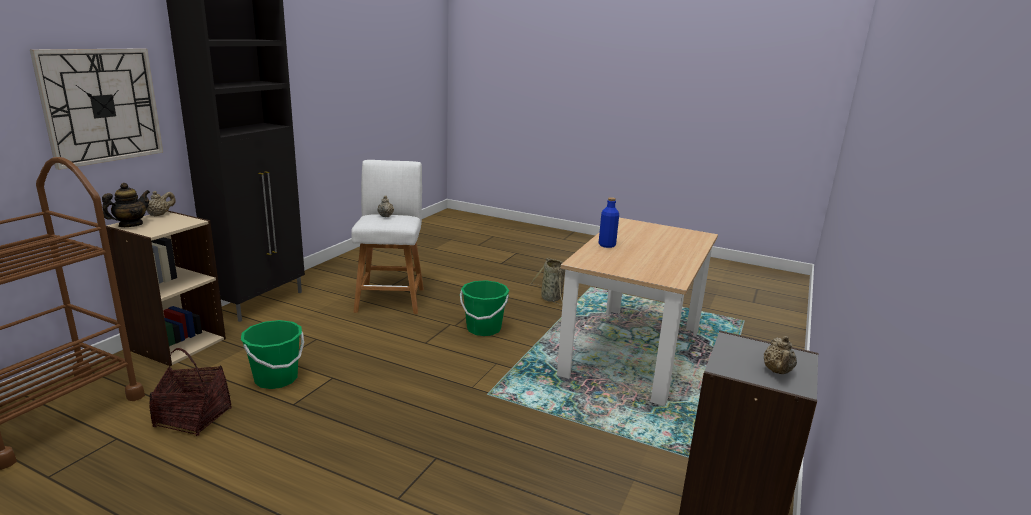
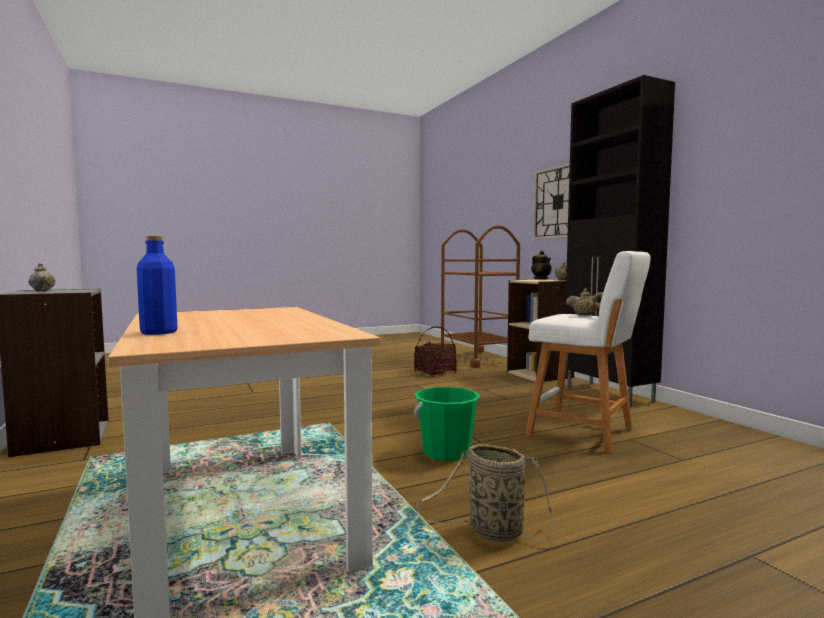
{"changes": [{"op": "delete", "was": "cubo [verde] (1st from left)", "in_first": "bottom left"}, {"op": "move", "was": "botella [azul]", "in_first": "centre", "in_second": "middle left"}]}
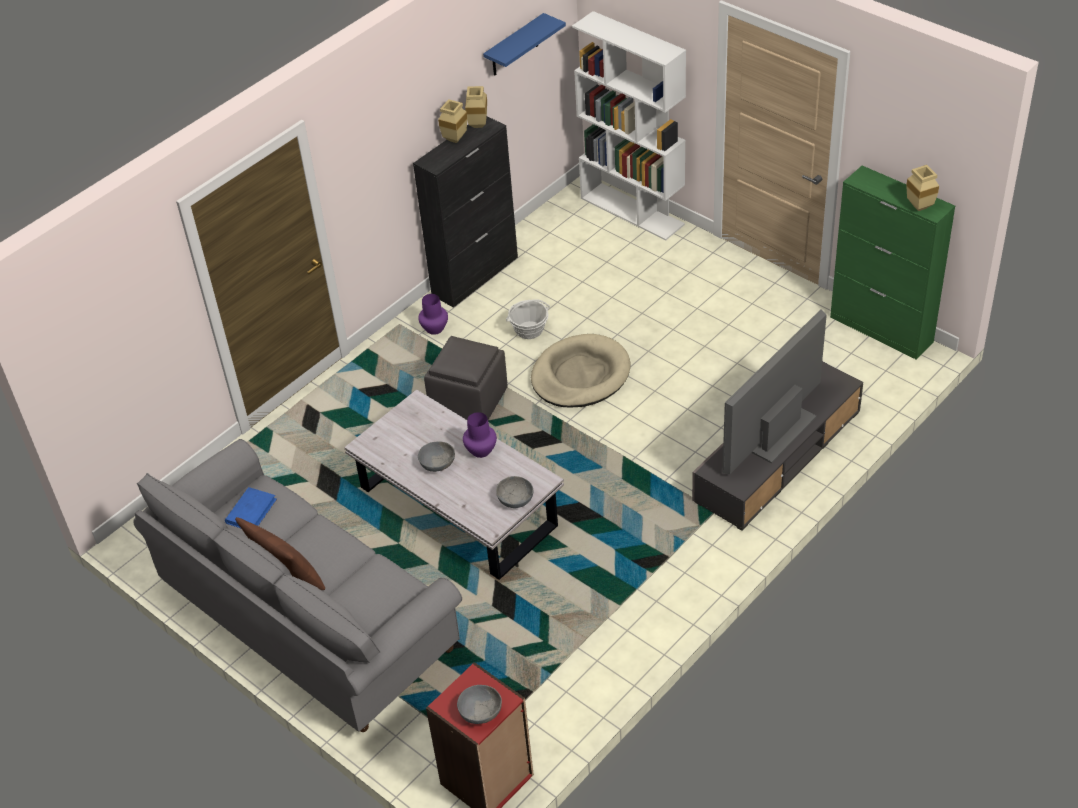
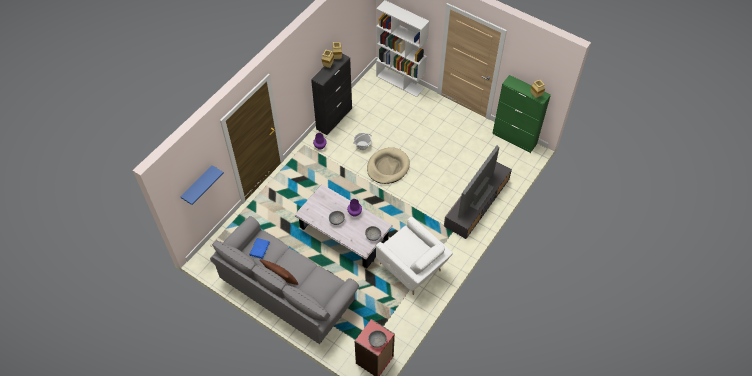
{"changes": [{"op": "delete", "was": "puf [gris]", "in_first": "centre"}, {"op": "insert", "now": "sillón [blanco]", "in_second": "bottom centre"}, {"op": "move", "was": "estante [azul]", "in_first": "top centre", "in_second": "middle left"}]}
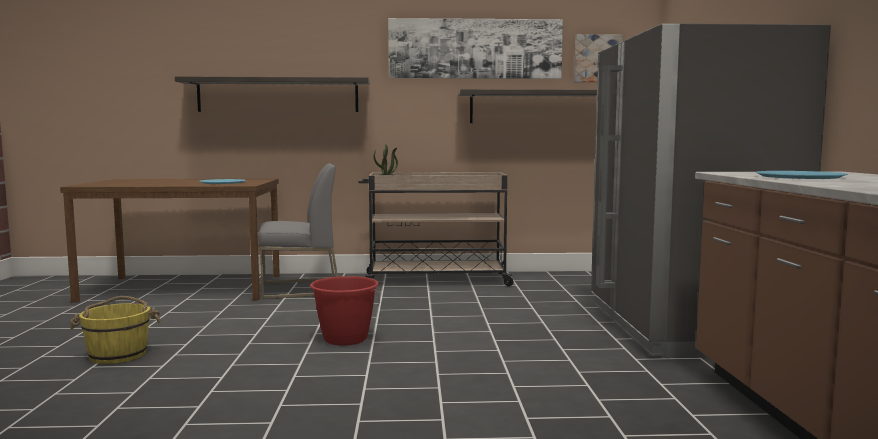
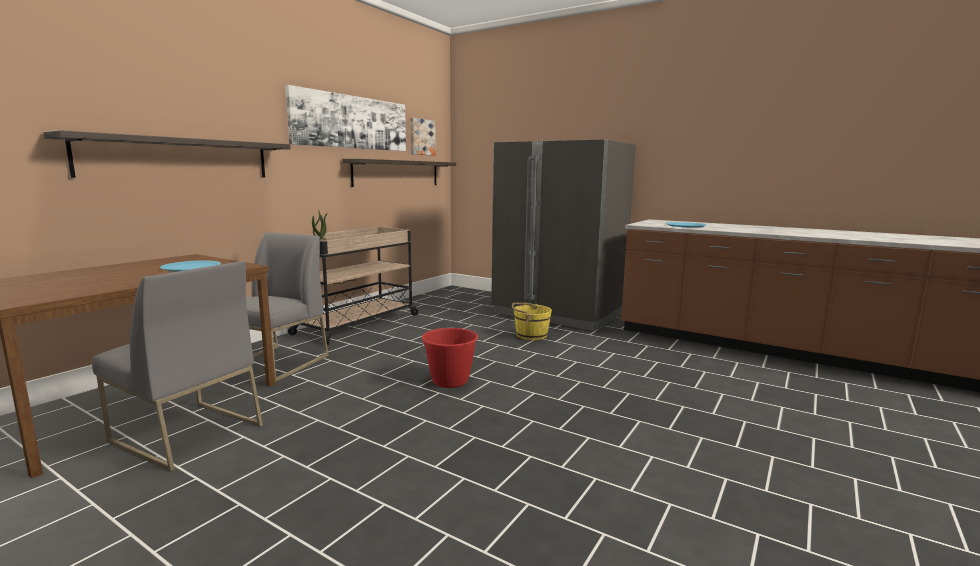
{"changes": [{"op": "insert", "now": "silla [gris] (1st from left)", "in_second": "middle left"}, {"op": "move", "was": "cubo [amarillo]", "in_first": "bottom left", "in_second": "centre"}]}
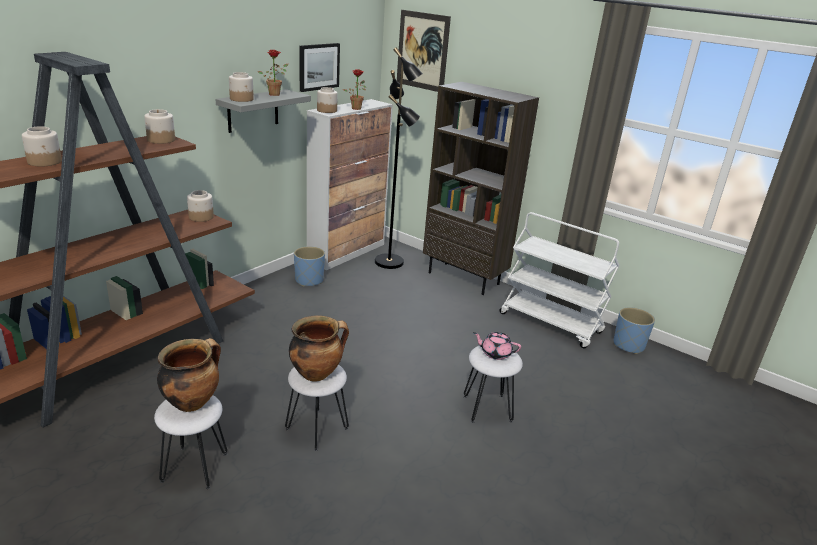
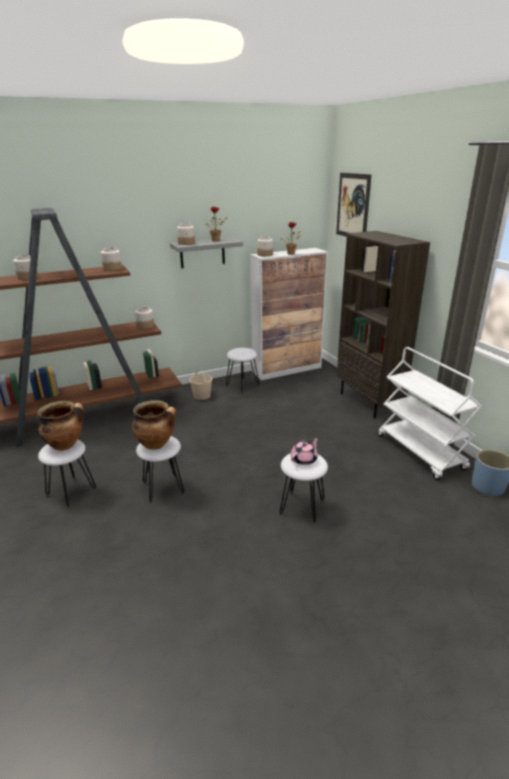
{"changes": [{"op": "delete", "was": "cuadro (1st from left)", "in_first": "top centre"}, {"op": "delete", "was": "lámpara de pie [negro]", "in_first": "top centre"}, {"op": "insert", "now": "cubo [beis]", "in_second": "centre"}, {"op": "replace", "was": "maceta [azul] (1st from left)", "now": "taburete [blanco] (3rd from left)", "in_first": "centre", "in_second": "centre"}, {"op": "rotate", "was": "tetera [rosa]", "in_first": "centre", "in_second": "centre", "clockwise": 90}]}
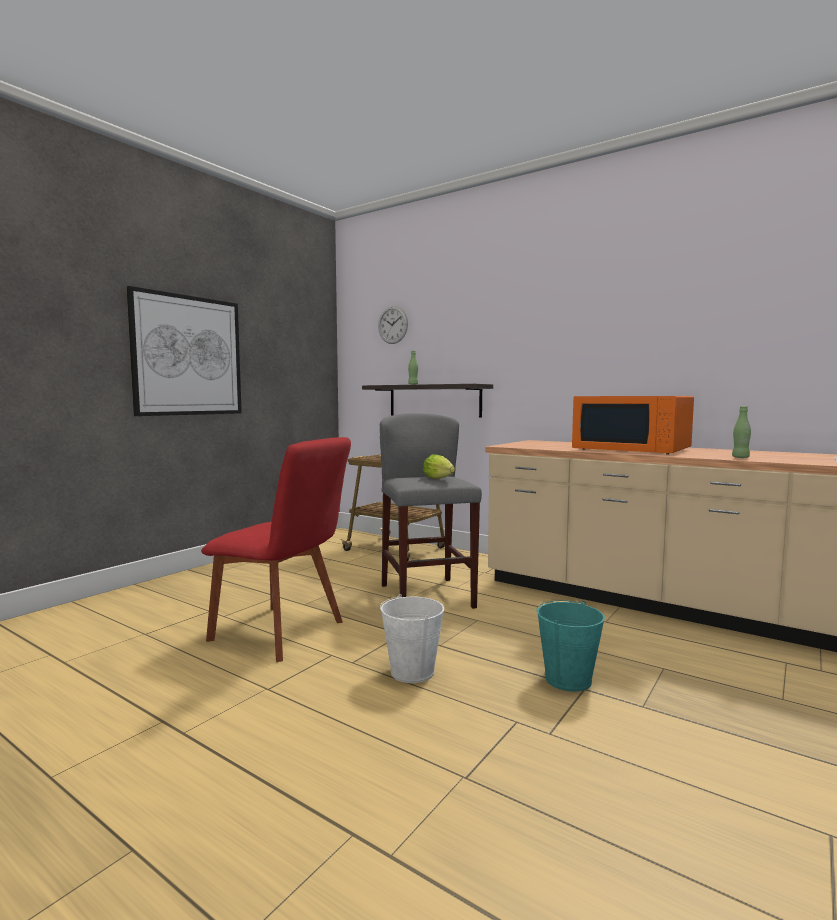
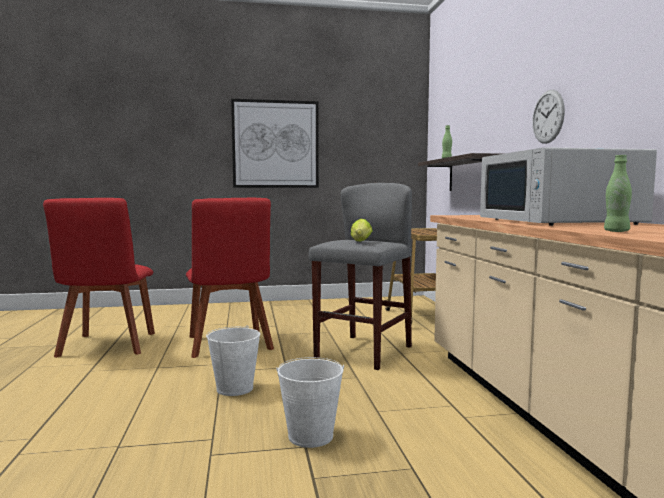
{"changes": [{"op": "insert", "now": "silla [rojo] (1st from left)", "in_second": "middle left"}, {"op": "move", "was": "reloj de pared", "in_first": "centre", "in_second": "top right"}, {"op": "recolor", "was": "cubo [turquesa]", "now": "cubo [blanco] (2nd from left)", "in_first": "bottom right", "in_second": "bottom centre"}, {"op": "recolor", "was": "microondas [naranja]", "now": "microondas [blanco]", "in_first": "middle right", "in_second": "middle right"}]}
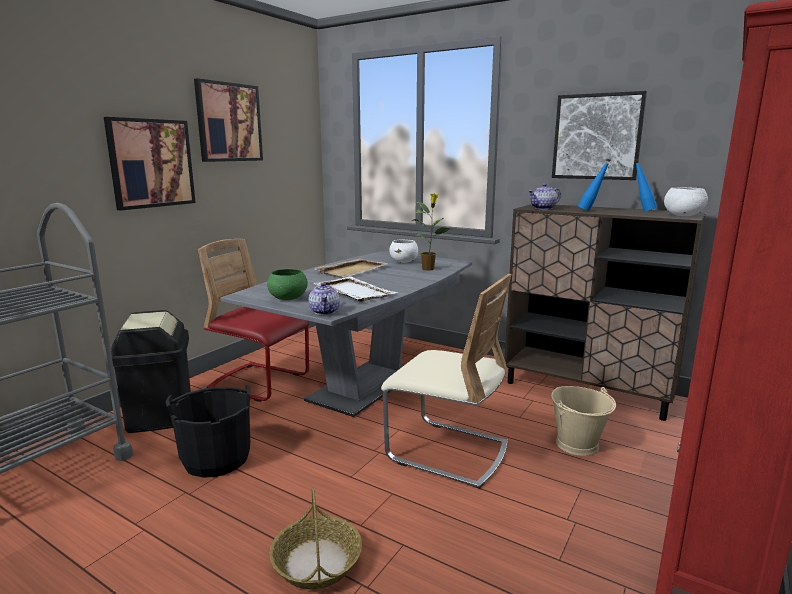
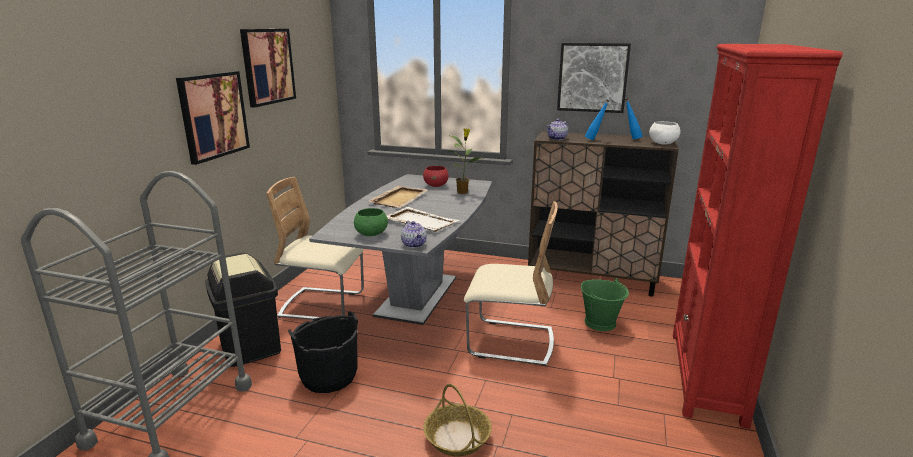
{"changes": [{"op": "recolor", "was": "silla [rojo]", "now": "silla [beis] (1st from left)", "in_first": "middle left", "in_second": "centre"}, {"op": "recolor", "was": "cuenco [blanco] (1st from left)", "now": "cuenco [rojo]", "in_first": "centre", "in_second": "centre"}, {"op": "recolor", "was": "cubo [beis]", "now": "cubo [verde]", "in_first": "bottom right", "in_second": "centre"}]}
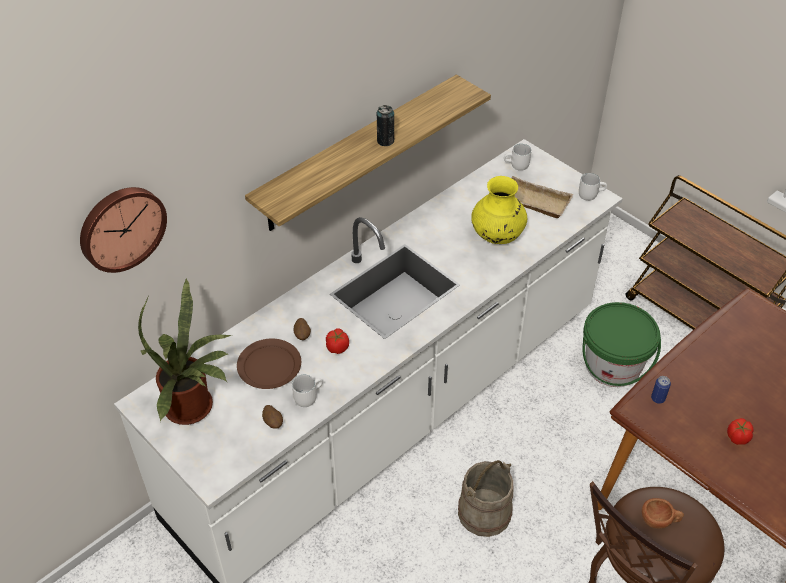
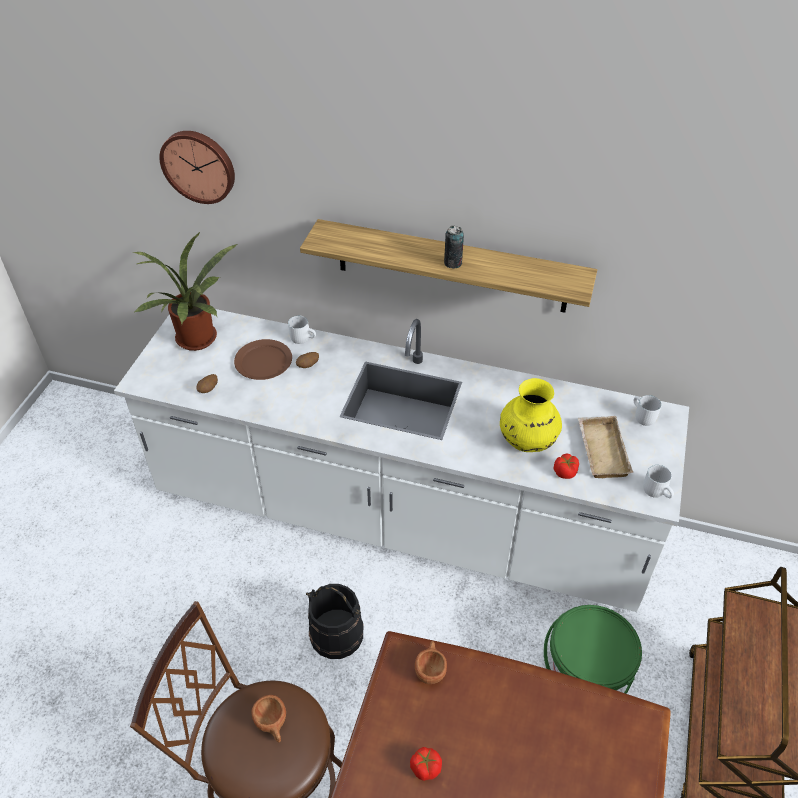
{"changes": [{"op": "move", "was": "taza grande [blanco] (1st from left)", "in_first": "bottom centre", "in_second": "centre"}, {"op": "move", "was": "tomate (1st from left in the first image)", "now": "tomate (2nd from left)", "in_first": "centre", "in_second": "middle right"}, {"op": "replace", "was": "lata (2nd from left)", "now": "taza [marrón] (2nd from left)", "in_first": "bottom right", "in_second": "bottom centre"}, {"op": "recolor", "was": "cubo [beis]", "now": "cubo [negro]", "in_first": "bottom centre", "in_second": "bottom centre"}]}
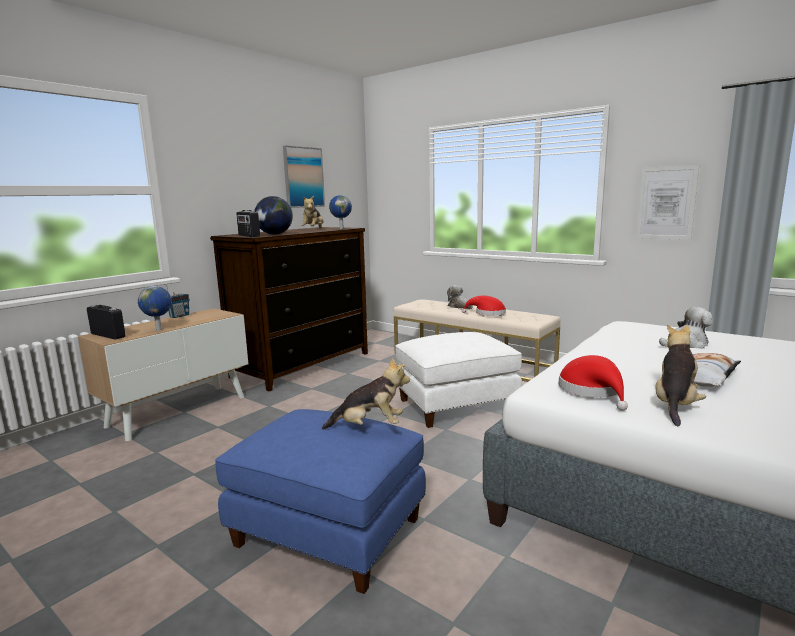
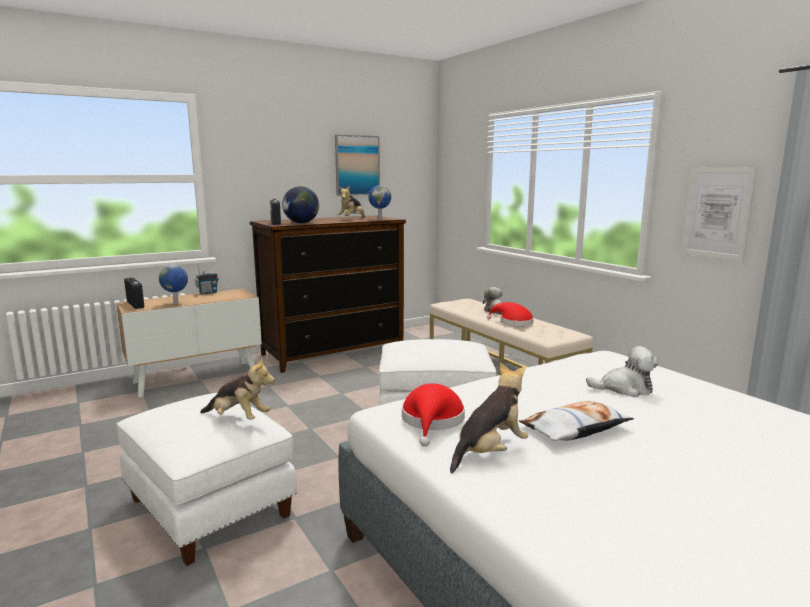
{"changes": [{"op": "recolor", "was": "puf [azul]", "now": "puf [blanco] (1st from left)", "in_first": "bottom centre", "in_second": "bottom left"}]}
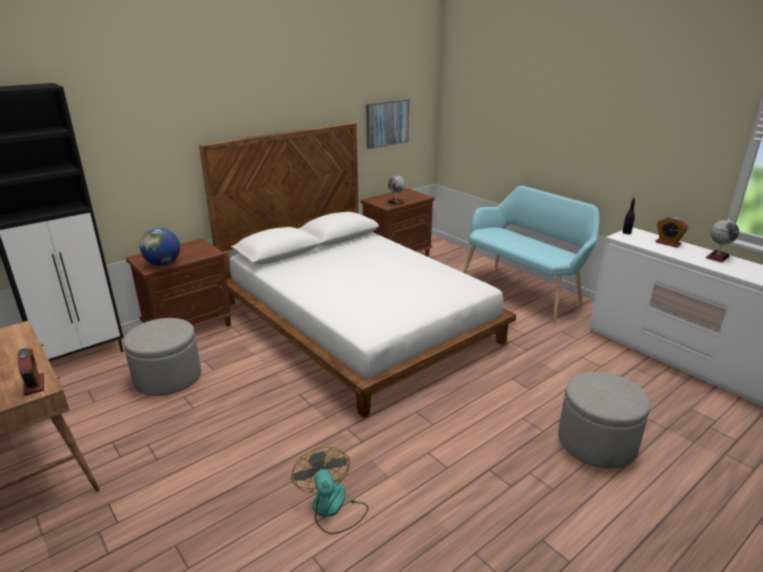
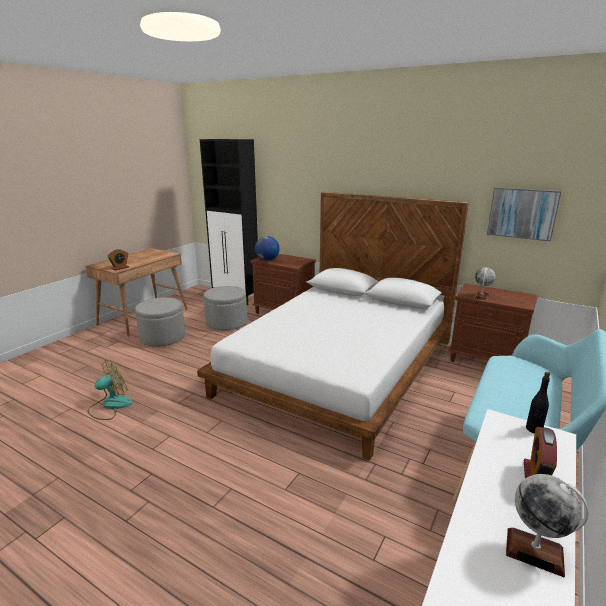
{"changes": [{"op": "move", "was": "puf [gris] (2nd from left in the first image)", "now": "puf [gris] (1st from left)", "in_first": "bottom right", "in_second": "middle left"}]}
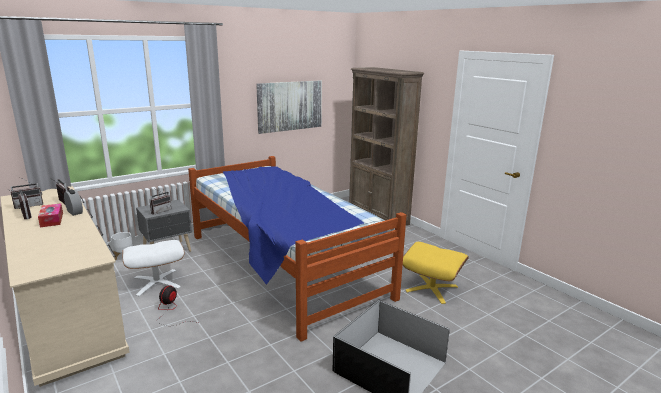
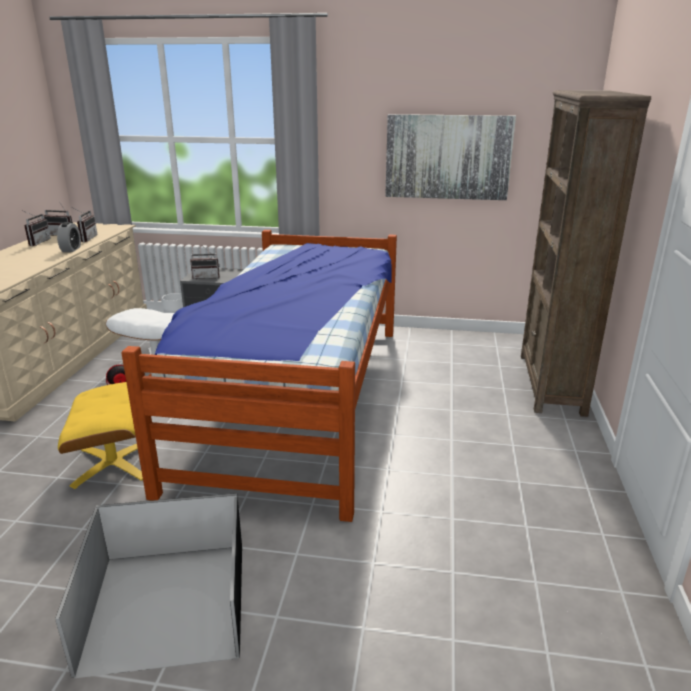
{"changes": [{"op": "delete", "was": "caja de pañuelos", "in_first": "middle left"}, {"op": "move", "was": "puf [amarillo]", "in_first": "bottom centre", "in_second": "middle left"}]}
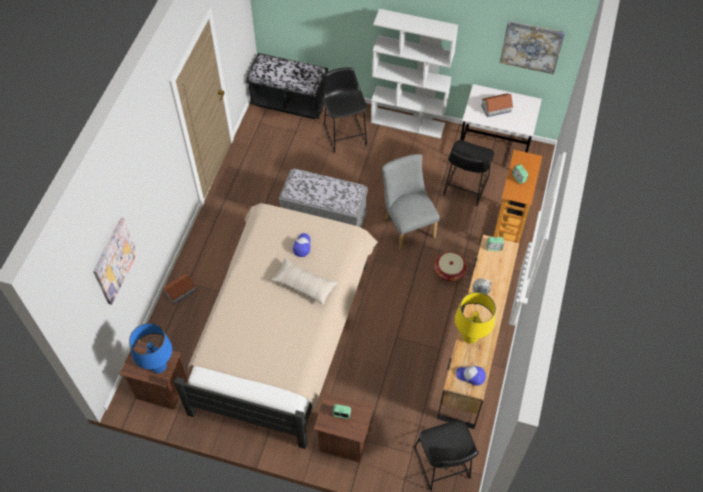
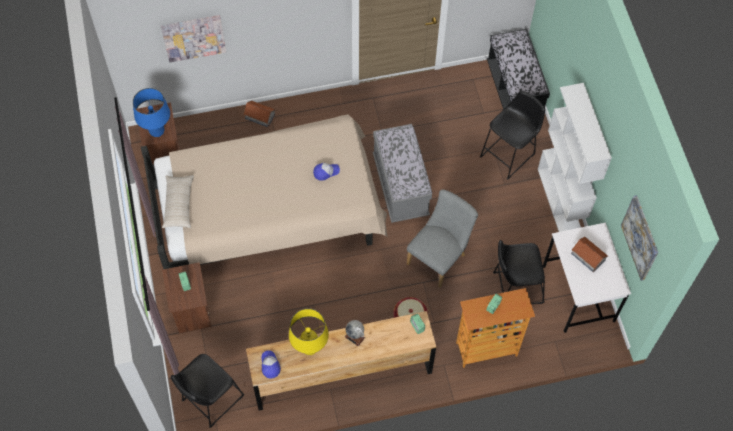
{"changes": [{"op": "move", "was": "cojín [beis]", "in_first": "centre", "in_second": "middle left"}]}
